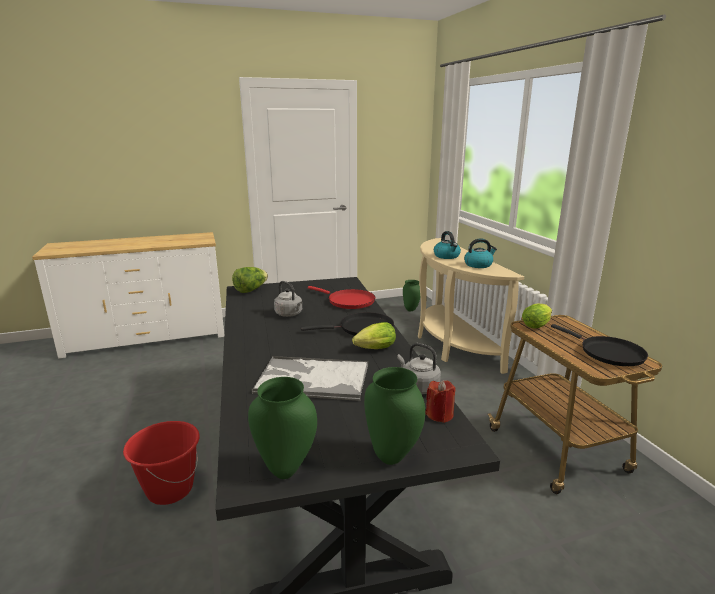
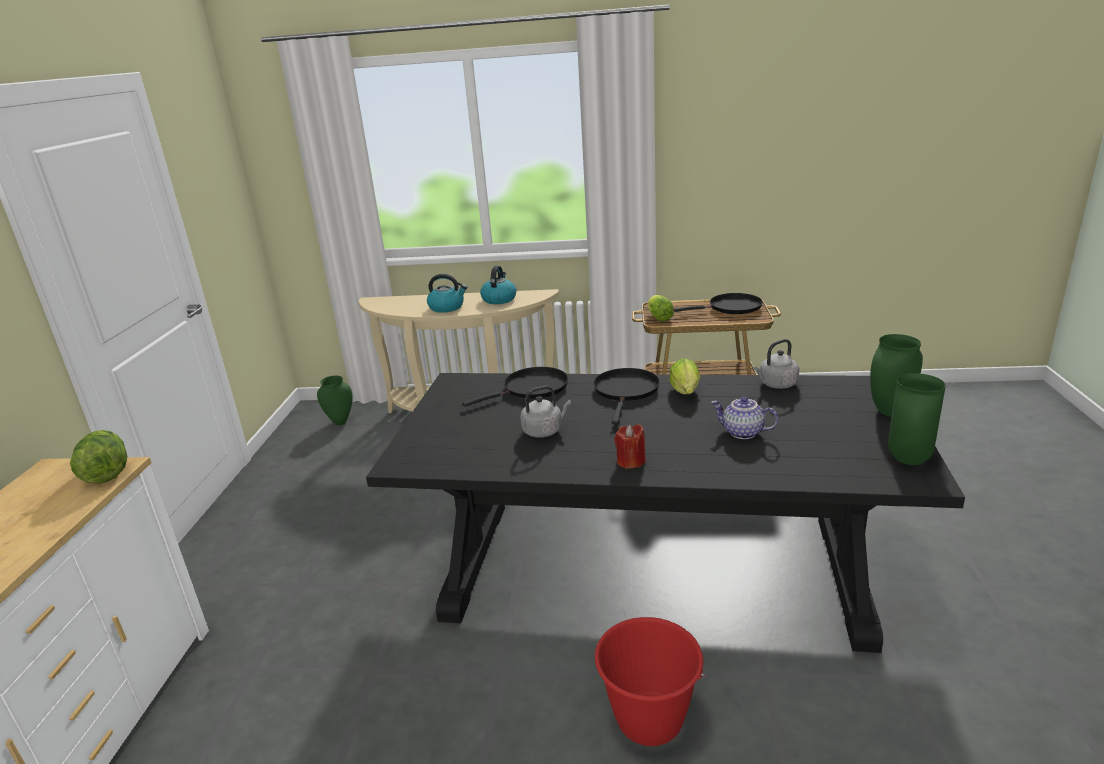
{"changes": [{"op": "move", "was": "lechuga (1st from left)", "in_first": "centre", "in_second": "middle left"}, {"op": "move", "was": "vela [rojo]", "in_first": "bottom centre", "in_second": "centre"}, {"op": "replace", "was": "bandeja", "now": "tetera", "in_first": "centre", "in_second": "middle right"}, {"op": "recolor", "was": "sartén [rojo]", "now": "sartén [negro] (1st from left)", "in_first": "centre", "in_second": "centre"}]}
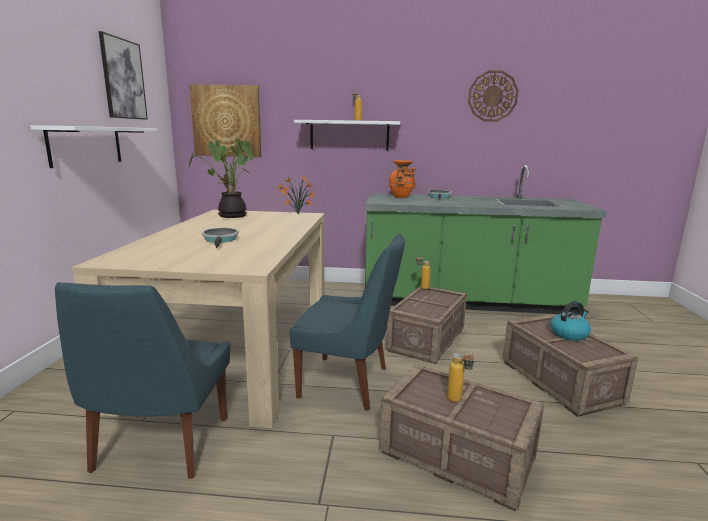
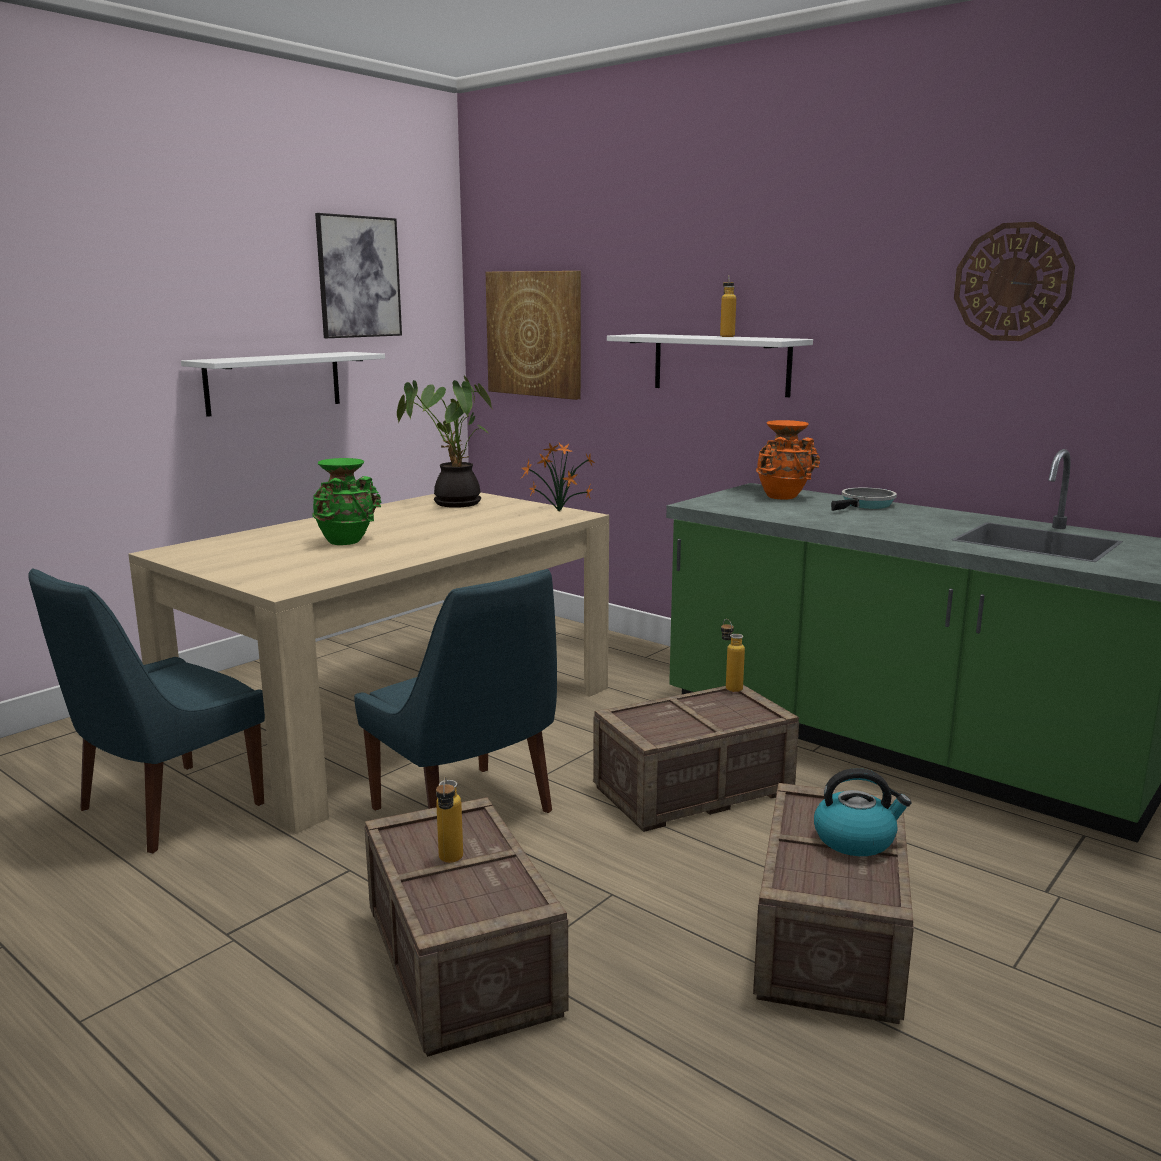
{"changes": [{"op": "replace", "was": "sartén (1st from left)", "now": "florero [verde]", "in_first": "middle left", "in_second": "middle left"}]}
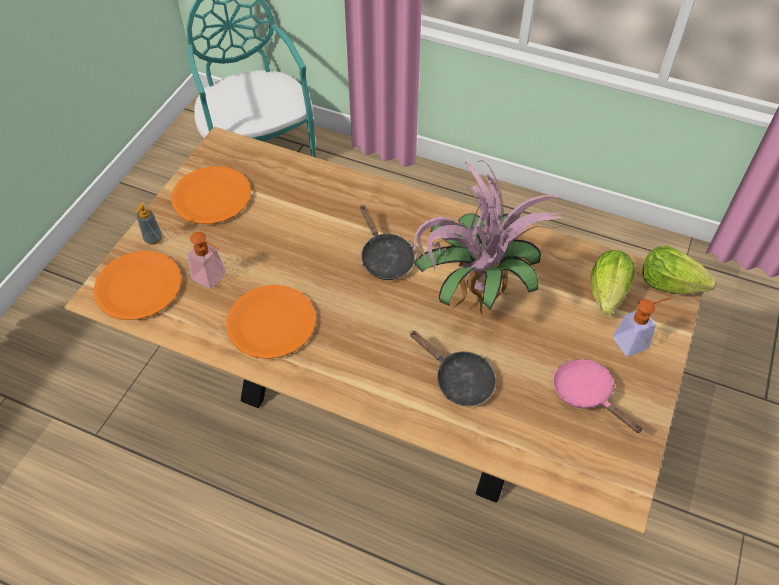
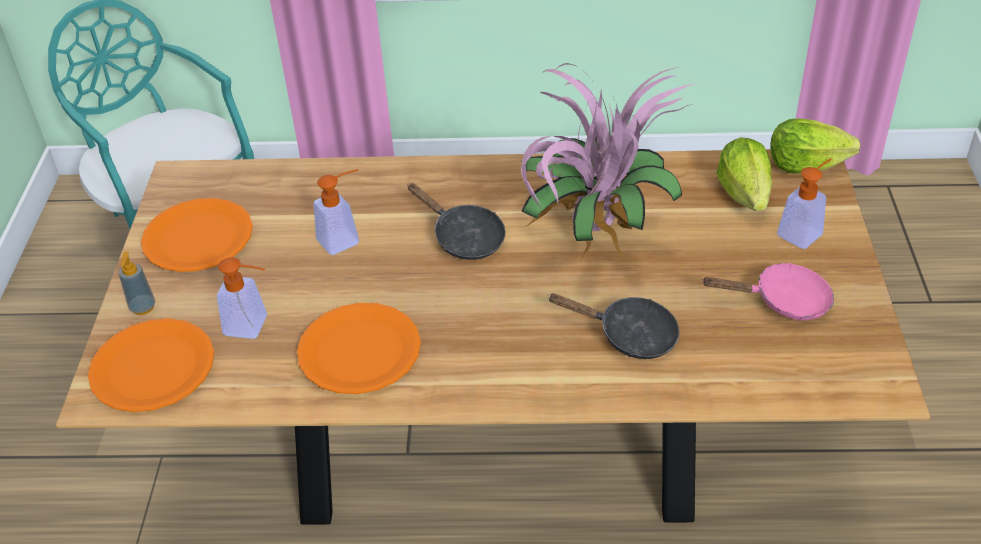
{"changes": [{"op": "insert", "now": "dispensador de jabón (3rd from left)", "in_second": "centre"}, {"op": "rotate", "was": "sartén [rosa]", "in_first": "bottom right", "in_second": "middle right", "clockwise": 150}]}
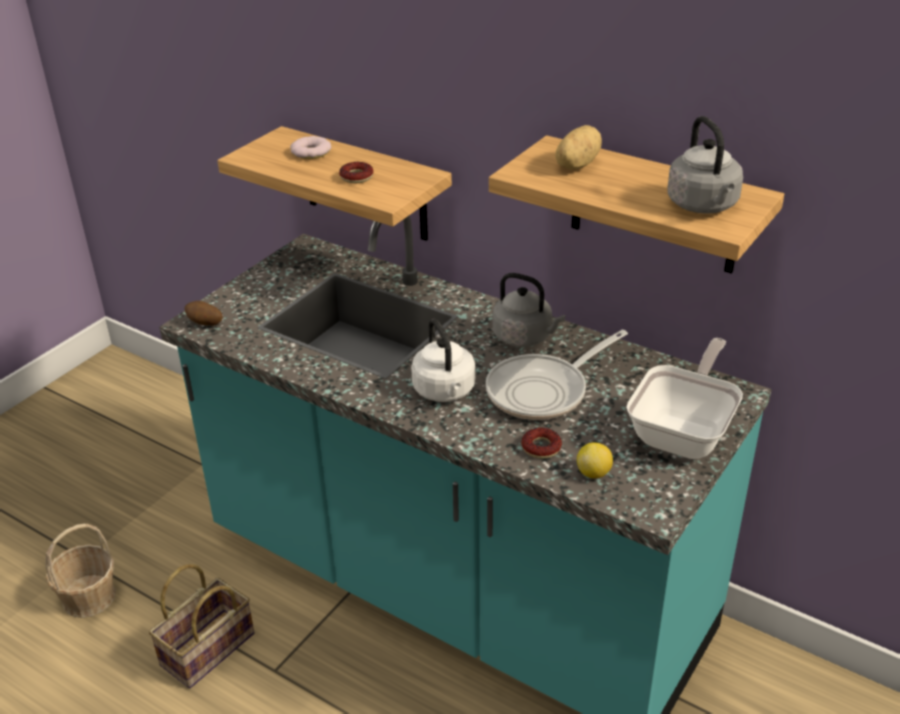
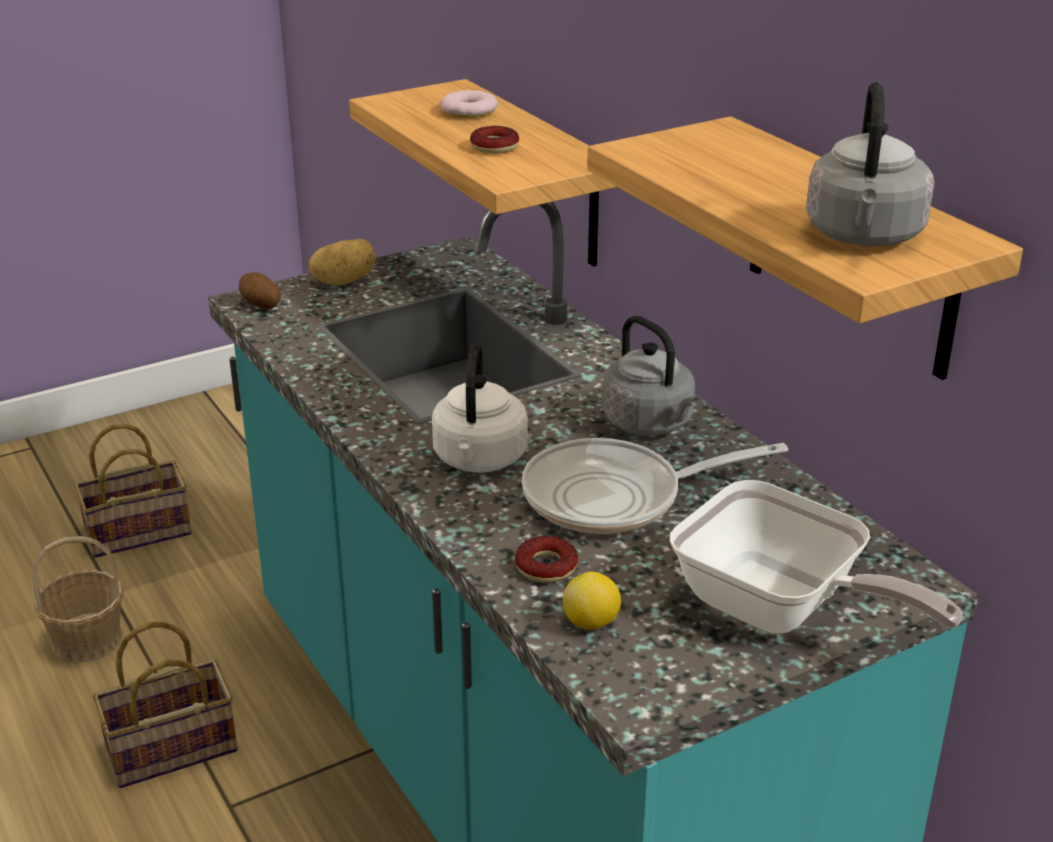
{"changes": [{"op": "insert", "now": "cesta (2nd from left)", "in_second": "middle left"}, {"op": "move", "was": "patata (2nd from left)", "in_first": "top centre", "in_second": "top left"}, {"op": "rotate", "was": "sartén (2nd from left)", "in_first": "middle right", "in_second": "middle right", "clockwise": 75}]}
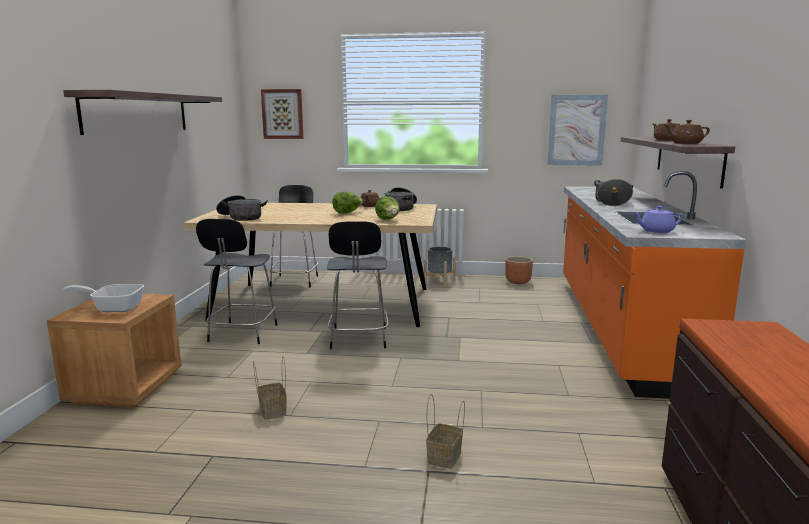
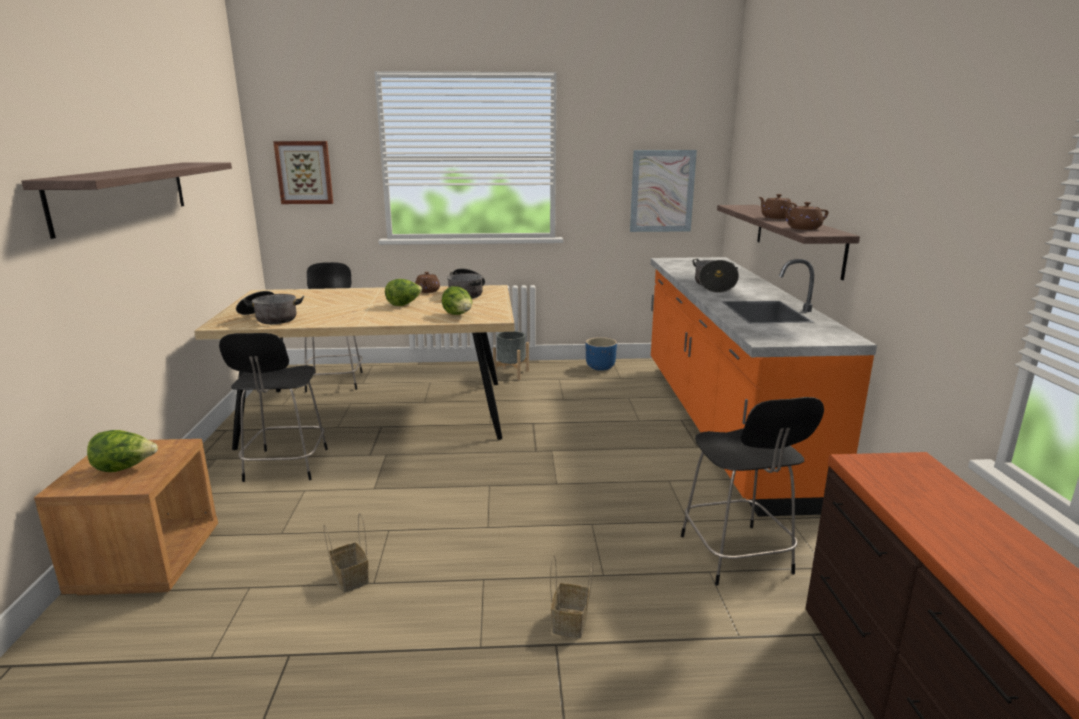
{"changes": [{"op": "delete", "was": "tetera [morado]", "in_first": "middle right"}, {"op": "move", "was": "silla [negro] (3rd from left)", "in_first": "centre", "in_second": "bottom right"}, {"op": "replace", "was": "sartén", "now": "lechuga (1st from left)", "in_first": "middle left", "in_second": "middle left"}, {"op": "recolor", "was": "maceta [marrón]", "now": "maceta [azul]", "in_first": "centre", "in_second": "centre"}]}
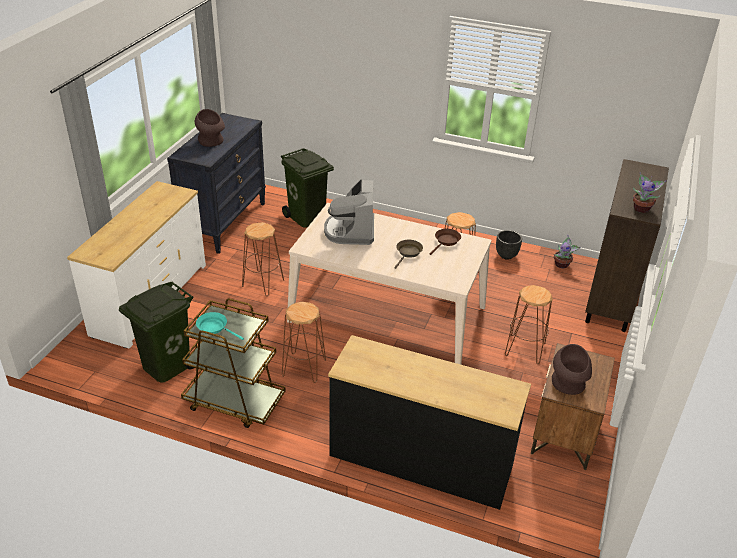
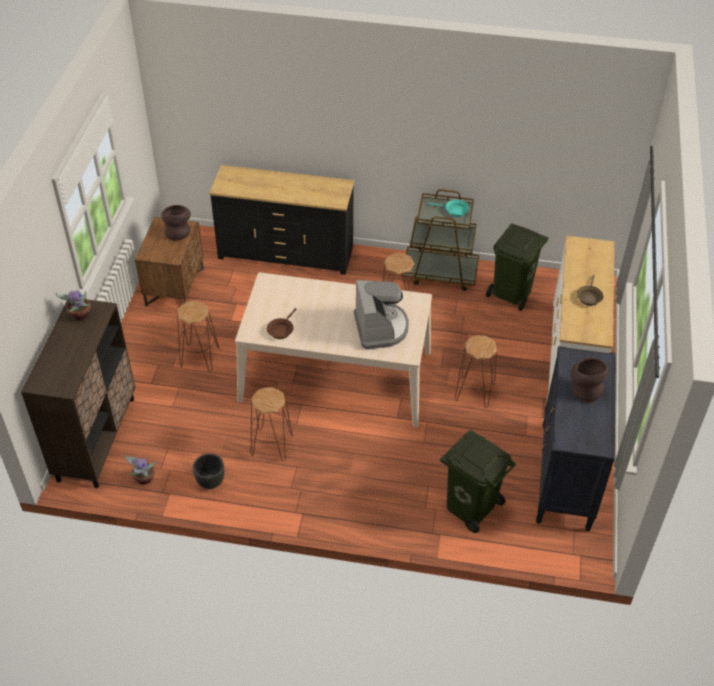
{"changes": [{"op": "move", "was": "sartén [marrón] (1st from left in the first image)", "now": "sartén [marrón] (2nd from left)", "in_first": "centre", "in_second": "middle right"}]}
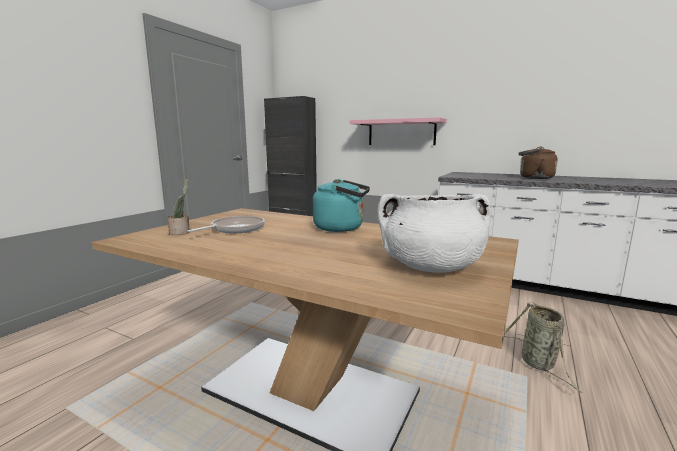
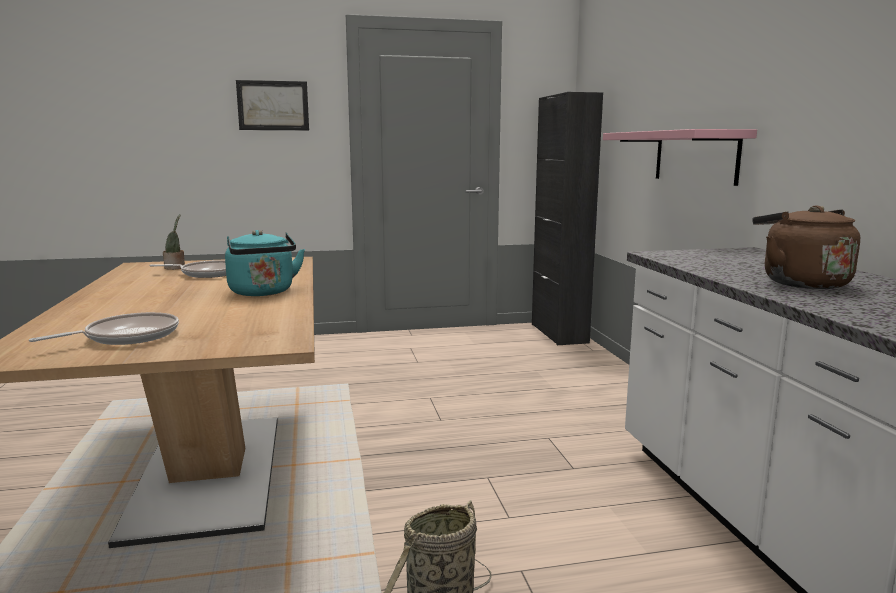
{"changes": [{"op": "insert", "now": "cuadro", "in_second": "top left"}, {"op": "replace", "was": "olla [blanco]", "now": "sartén (1st from left)", "in_first": "centre", "in_second": "middle left"}]}
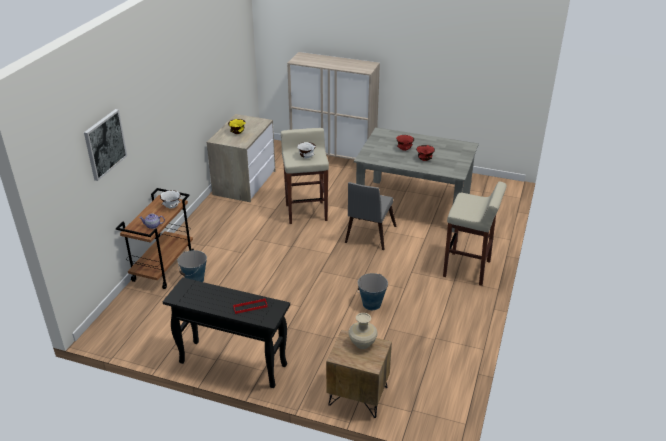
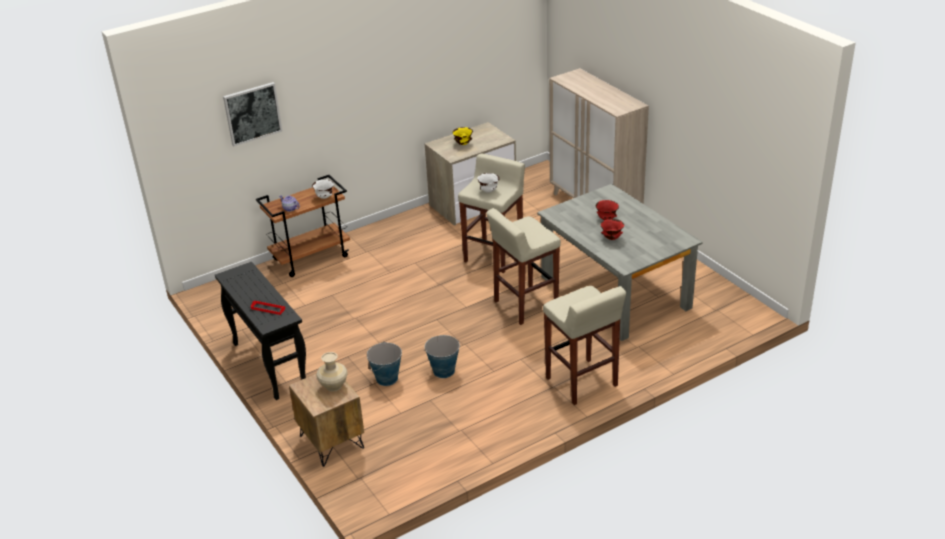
{"changes": [{"op": "move", "was": "cubo (1st from left)", "in_first": "middle left", "in_second": "bottom centre"}, {"op": "replace", "was": "silla [gris]", "now": "taburete [beis] (2nd from left)", "in_first": "centre", "in_second": "centre"}]}
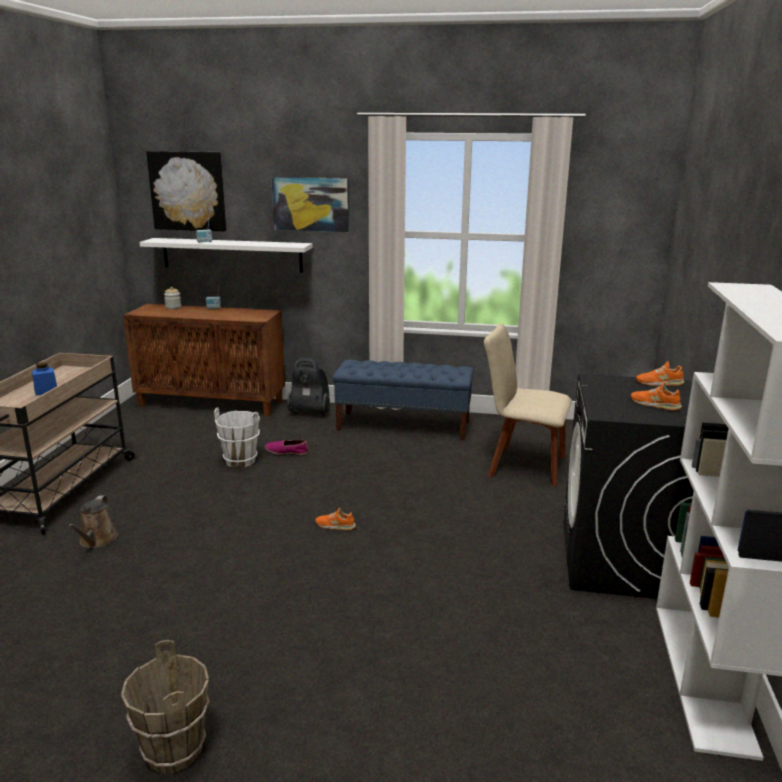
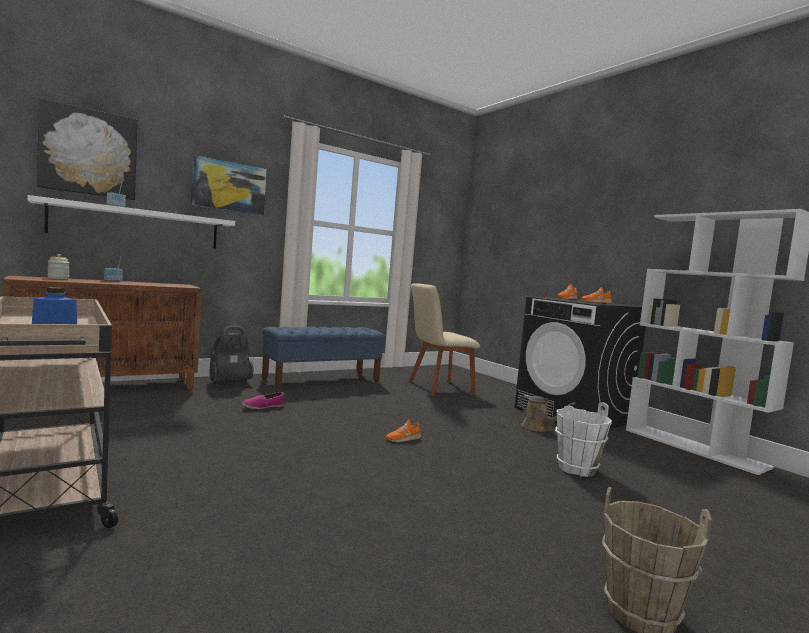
{"changes": [{"op": "move", "was": "regadera [marrón]", "in_first": "middle left", "in_second": "middle right"}, {"op": "move", "was": "cubo [blanco]", "in_first": "middle left", "in_second": "bottom right"}]}
